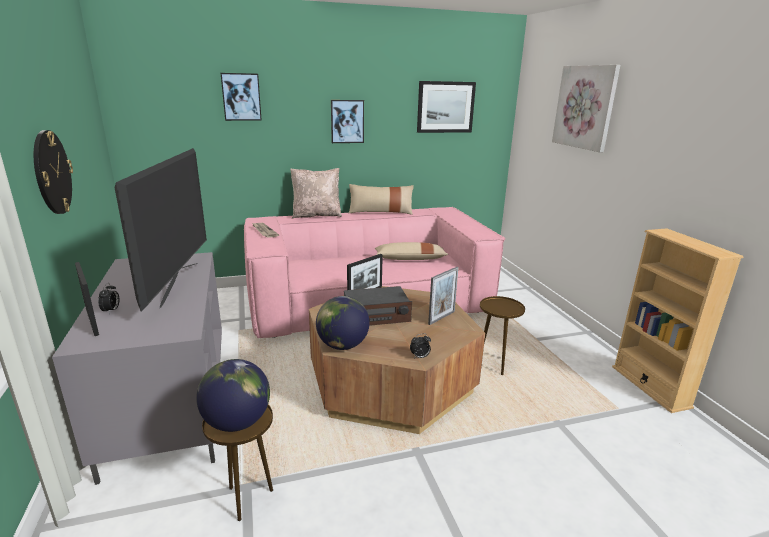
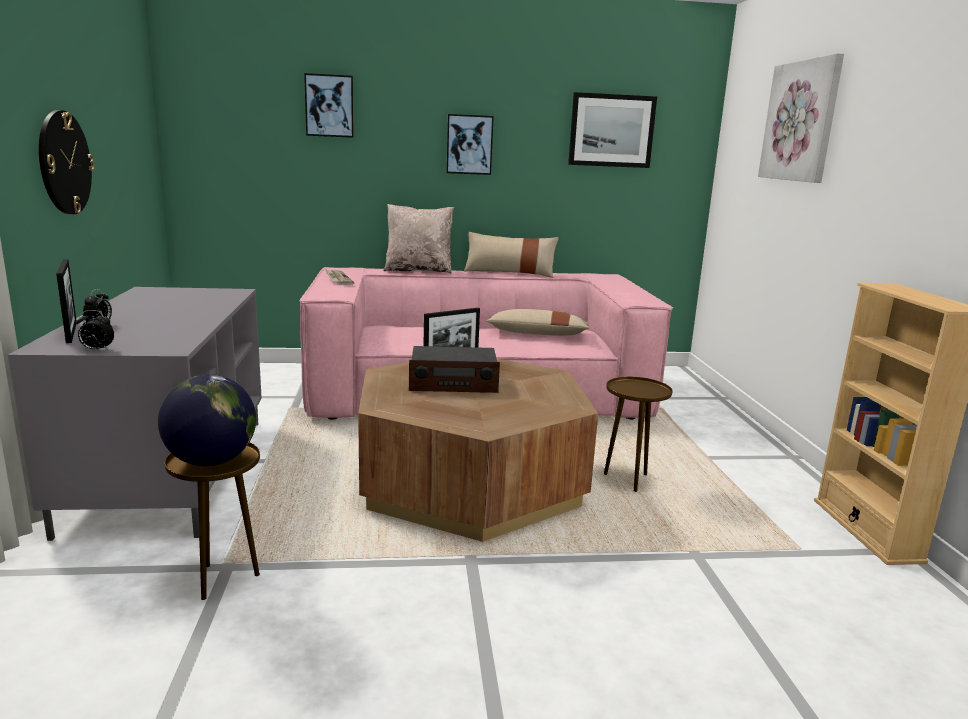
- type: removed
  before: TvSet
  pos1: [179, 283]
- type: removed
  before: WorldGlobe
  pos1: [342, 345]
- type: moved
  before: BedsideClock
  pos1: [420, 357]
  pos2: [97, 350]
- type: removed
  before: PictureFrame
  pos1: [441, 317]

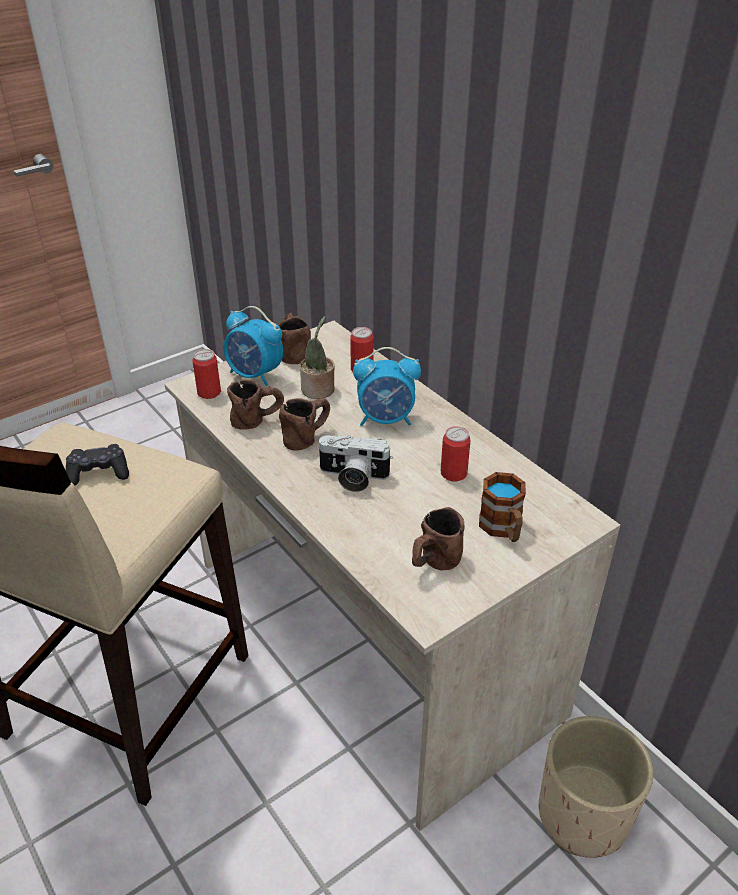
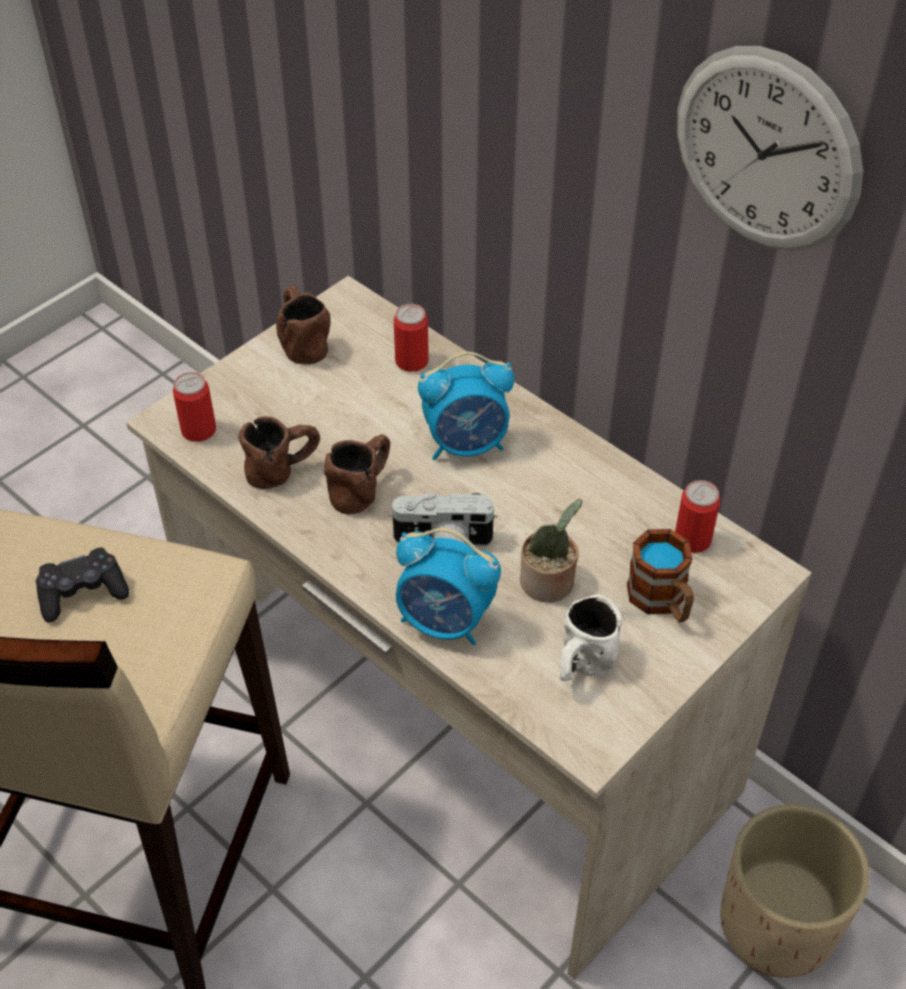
- type: moved
  before: BedsideClock
  pos1: [255, 375]
  pos2: [445, 621]
- type: moved
  before: PottedPlant
  pos1: [319, 391]
  pos2: [549, 583]
- type: recoloured
  before: BrownMug
  after: WhiteMug
  pos1: [433, 563]
  pos2: [582, 667]
- type: moved
  before: Can
  pos1: [453, 473]
  pos2: [692, 539]
- type: added
  after: HangingClock
  pos2: [766, 151]

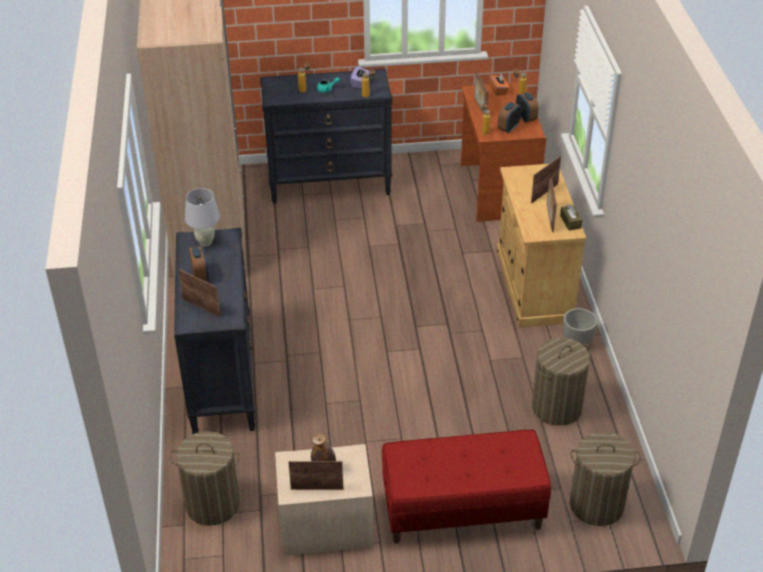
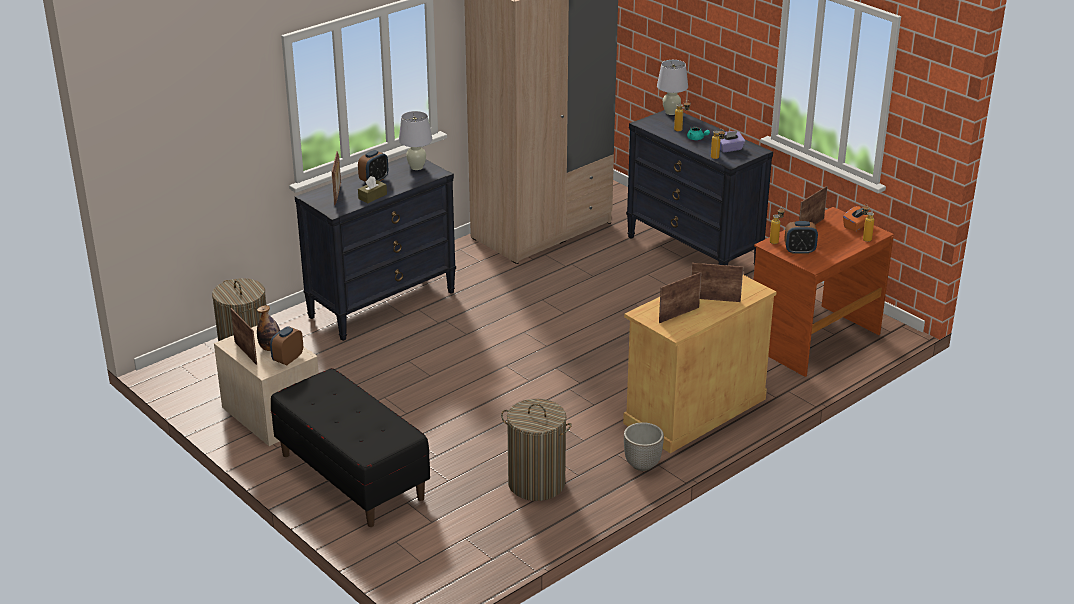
- type: recoloured
  before: RedColouredLongSeat
  after: BlackishLongSeat
  pos1: [462, 511]
  pos2: [351, 476]
- type: moved
  before: BedsideClock
  pos1: [525, 118]
  pos2: [288, 359]
- type: moved
  before: BrownTissueHolder
  pos1: [570, 222]
  pos2: [372, 196]
- type: removed
  before: WashingBasket
  pos1: [596, 505]
- type: added
  after: WhiteTabletopLamp
  pos2: [671, 112]

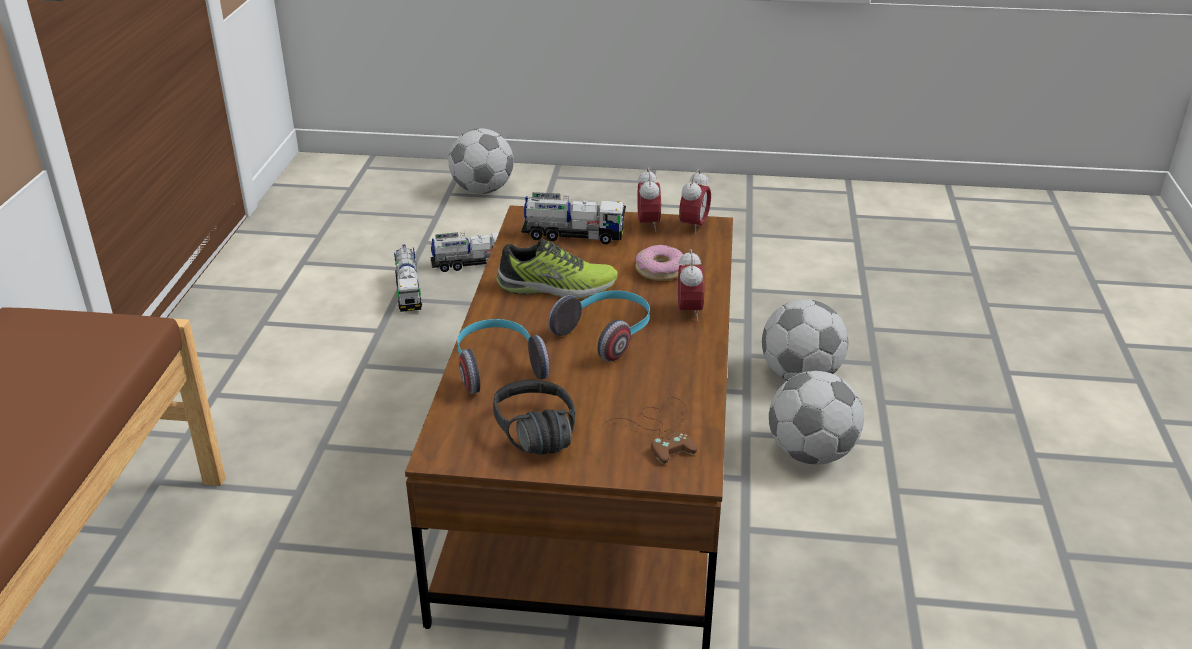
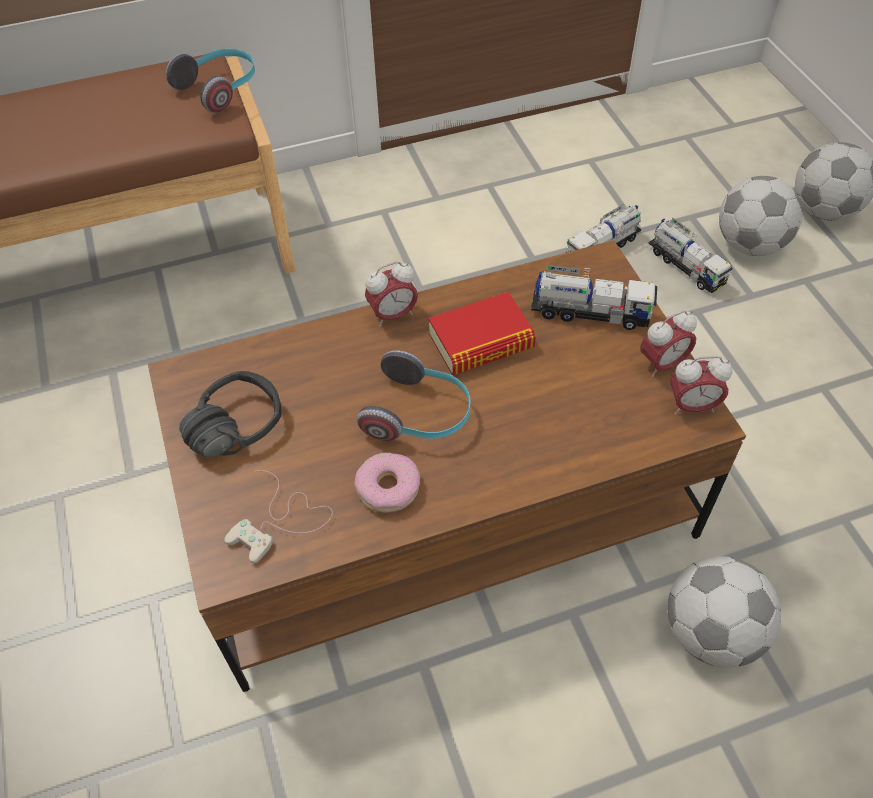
- type: moved
  before: PairOfHeadphones
  pos1: [498, 367]
  pos2: [220, 89]
- type: replaced
  before: LowShoe
  after: BoundBook
  pos1: [556, 287]
  pos2: [481, 341]
- type: turned
  before: ToyLorry
  pos1: [573, 235]
  pos2: [590, 313]
  turn: -60
- type: recoloured
  before: BrownGamepad
  after: WhiteGamepad
  pos1: [661, 430]
  pos2: [280, 521]
- type: moved
  before: Doughnut
  pos1: [659, 270]
  pos2: [388, 487]
- type: moved
  before: BedsideClock
  pos1: [689, 312]
  pos2: [393, 315]
- type: moved
  before: Football
  pos1: [811, 453]
  pos2: [750, 245]

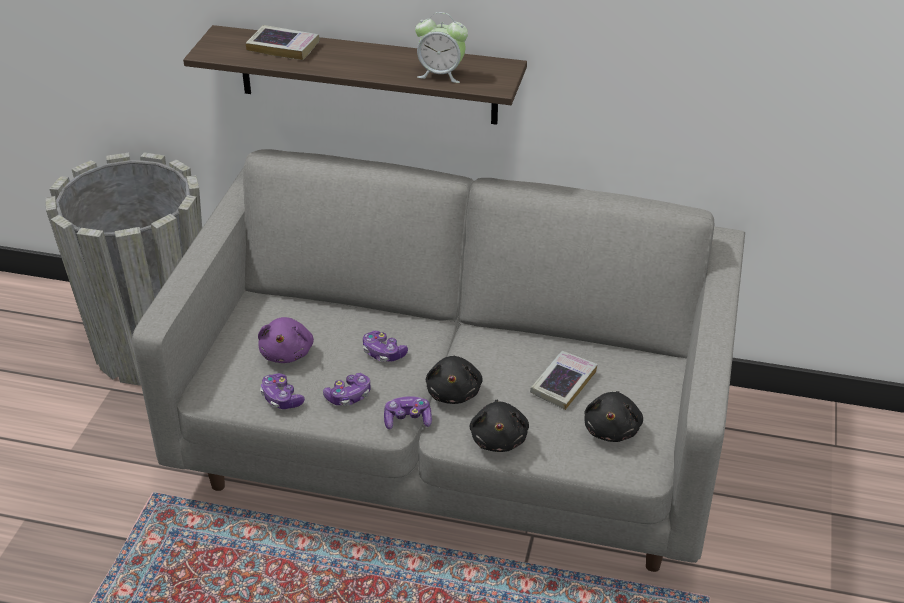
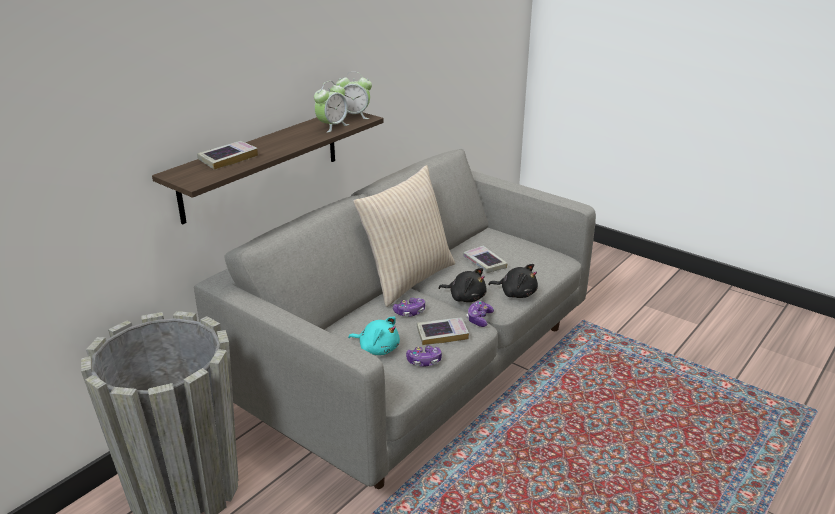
- type: recoloured
  before: PurplePlushToy
  after: TurquoiseColouredPlushToy
  pos1: [287, 352]
  pos2: [377, 348]
- type: replaced
  before: Gamepad
  after: BoundBook
  pos1: [349, 396]
  pos2: [442, 334]
- type: removed
  before: BlackishPlushToy
  pos1: [612, 429]
- type: added
  after: BedsideClock
  pos2: [355, 116]
- type: added
  after: SandColouredPillow
  pos2: [407, 278]

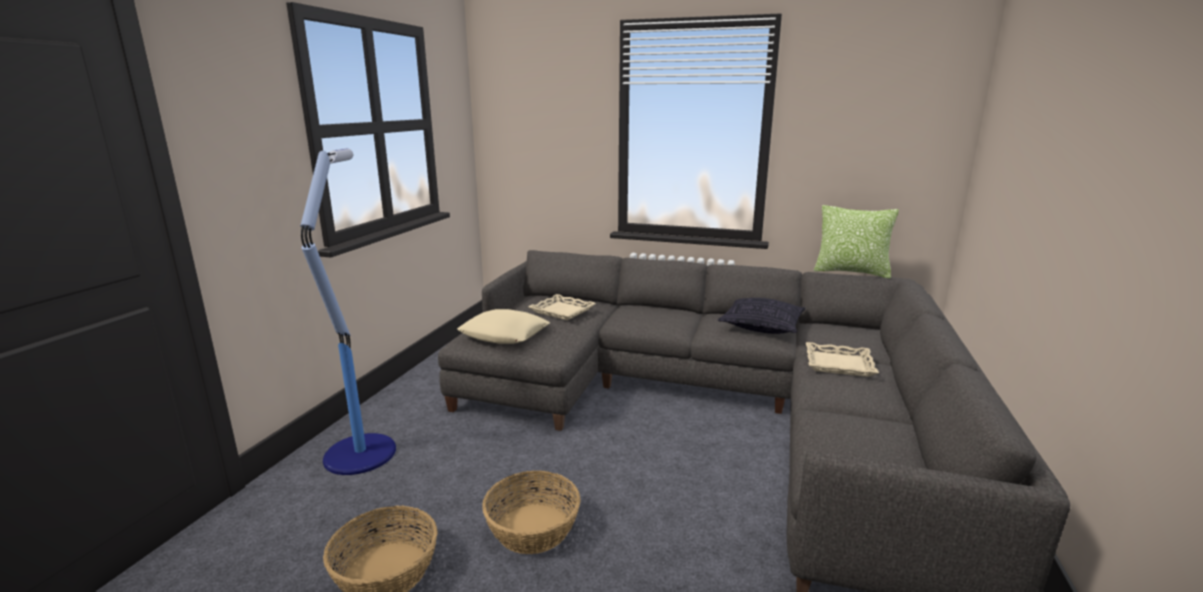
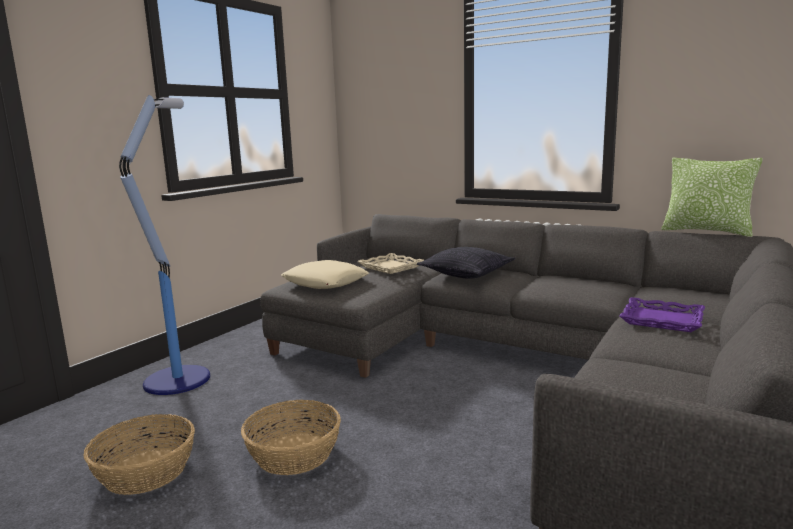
- type: moved
  before: Pillow
  pos1: [762, 326]
  pos2: [466, 274]
- type: recoloured
  before: SandColouredTray
  after: PurpleTray
  pos1: [839, 364]
  pos2: [662, 320]

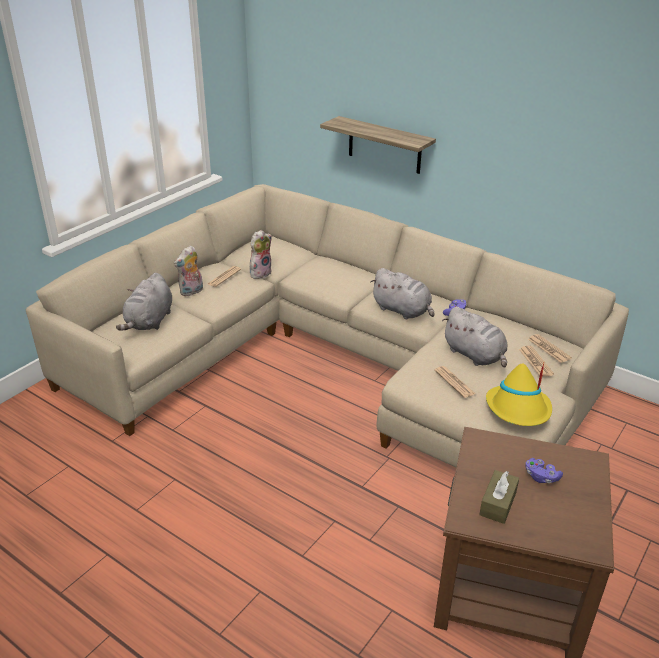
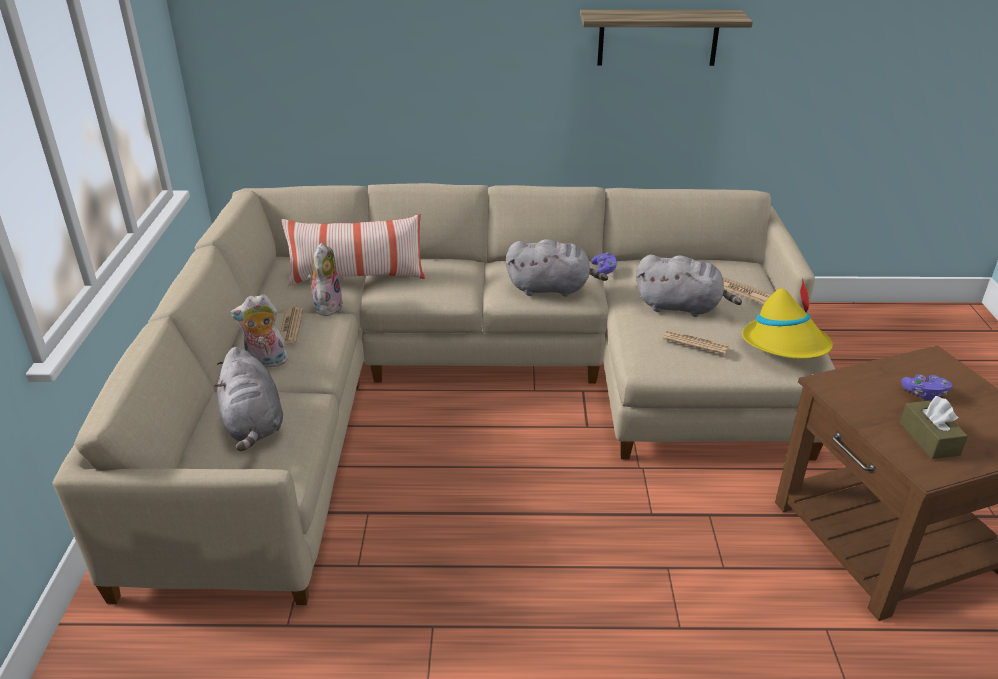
- type: turned
  before: PlushToy
  pos1: [191, 292]
  pos2: [266, 362]
  turn: 75
- type: moved
  before: WallShelf
  pos1: [384, 145]
  pos2: [658, 37]
- type: removed
  before: PrintedPaper
  pos1: [549, 349]
- type: added
  after: Pillow
  pos2: [357, 277]

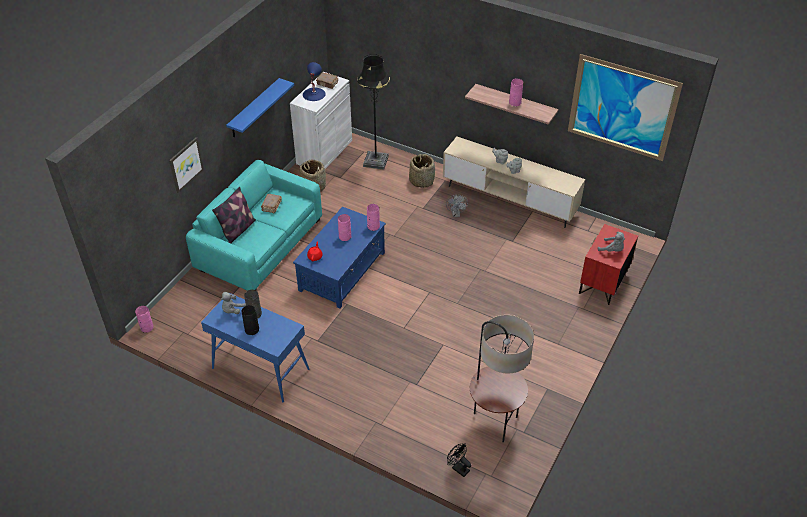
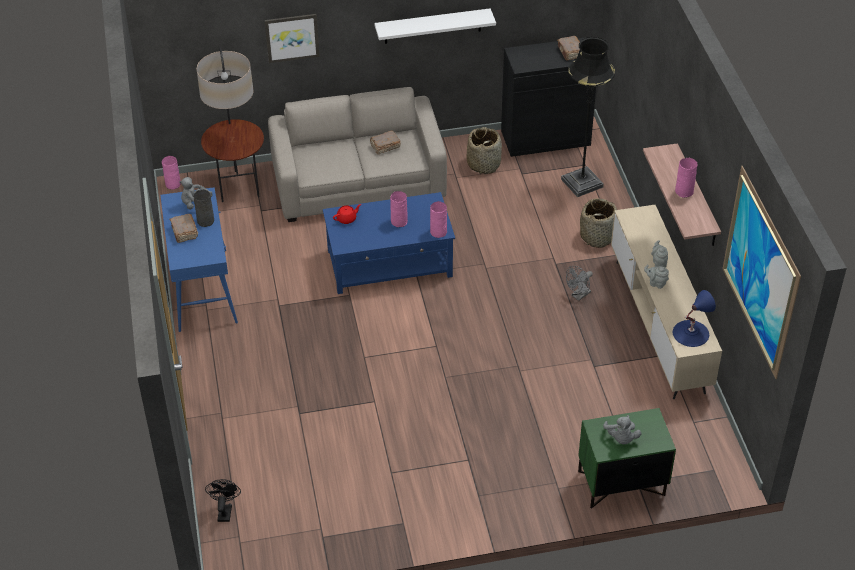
- type: recoloured
  before: TurquoiseColouredCouch
  after: SandColouredCouch
  pos1: [259, 243]
  pos2: [358, 182]
- type: removed
  before: Pillow
  pos1: [238, 230]
- type: recoloured
  before: BlueWallShelf
  after: WhiteWallShelf
  pos1: [254, 108]
  pos2: [432, 26]
- type: replaced
  before: BlackishDecorativeVase
  after: BrownBoundBook
  pos1: [252, 330]
  pos2: [184, 232]
- type: recoloured
  before: WhiteCupboard
  after: BlackishCupboard
  pos1: [324, 152]
  pos2: [545, 138]
- type: moved
  before: BlueTabletopLamp
  pos1: [314, 94]
  pos2: [690, 333]
- type: moved
  before: FloorLamp
  pos1: [494, 422]
  pos2: [238, 187]
- type: recoloured
  before: RedColouredNightstand
  after: GreenishNightstand
  pos1: [603, 283]
  pos2: [621, 484]

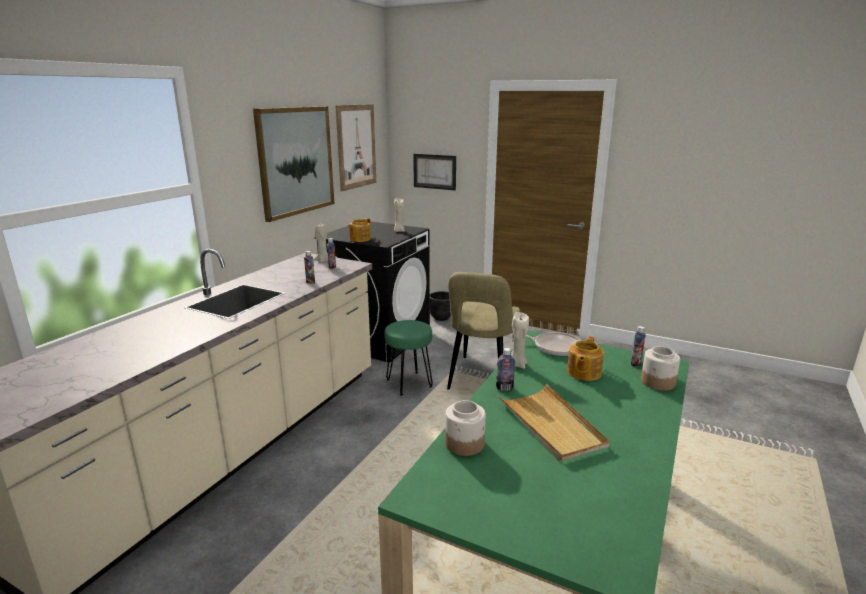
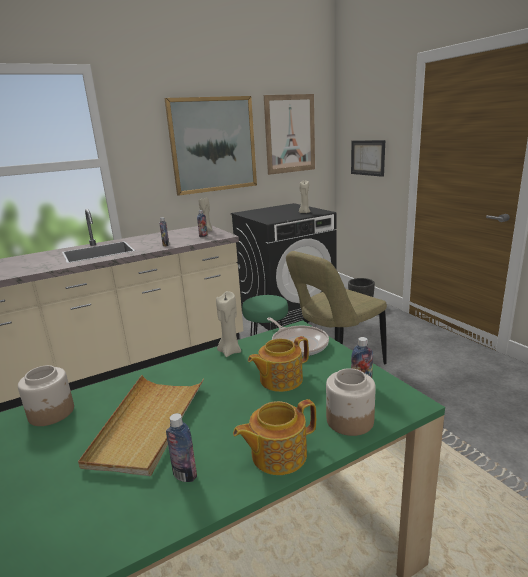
- type: moved
  before: Teapot
  pos1: [359, 239]
  pos2: [277, 454]
- type: moved
  before: DrinkBottle
  pos1: [504, 388]
  pos2: [185, 475]

